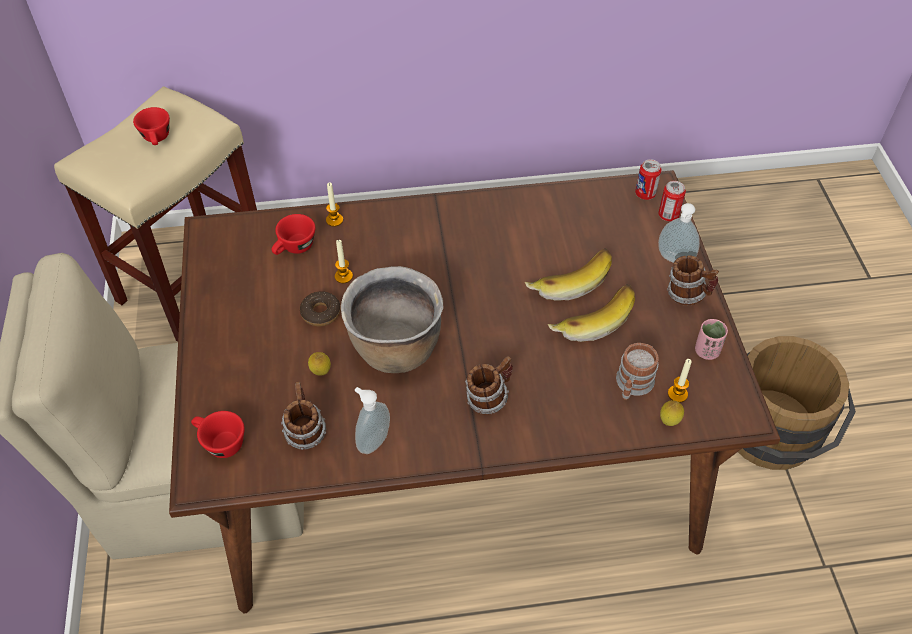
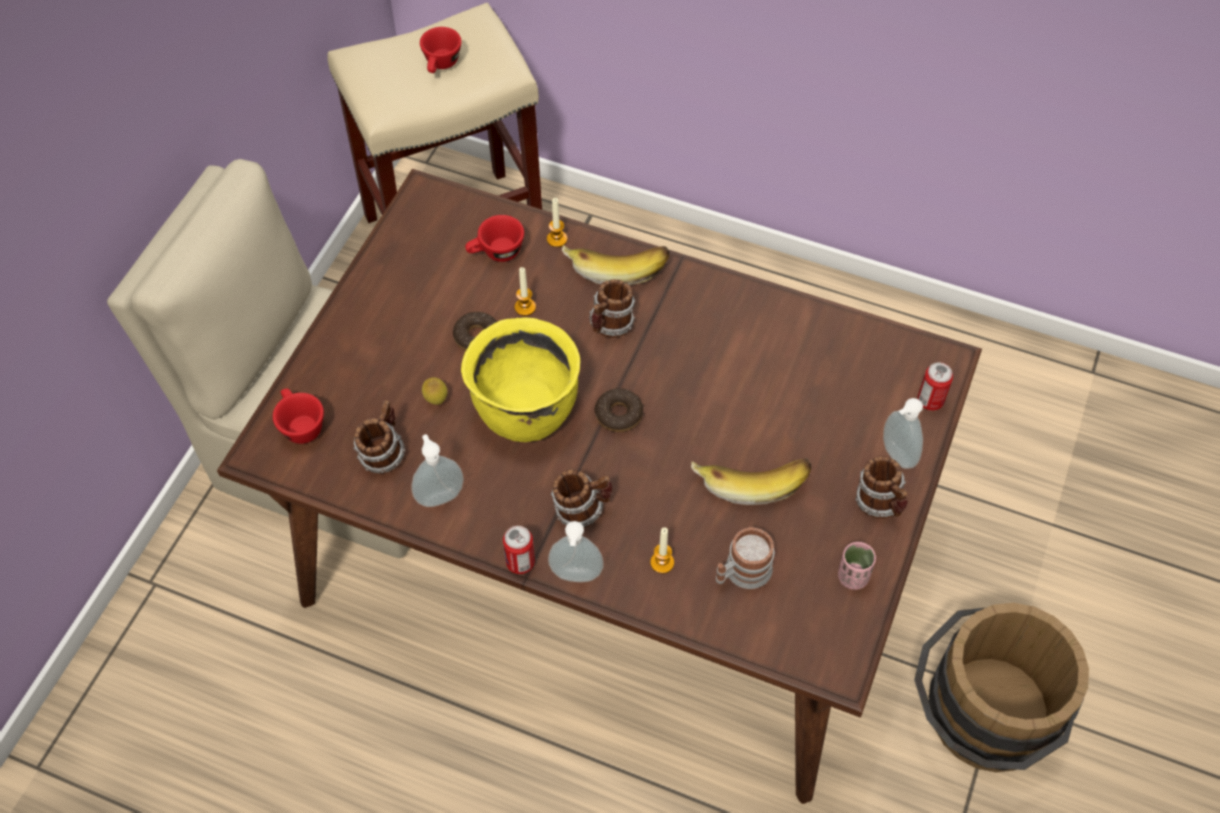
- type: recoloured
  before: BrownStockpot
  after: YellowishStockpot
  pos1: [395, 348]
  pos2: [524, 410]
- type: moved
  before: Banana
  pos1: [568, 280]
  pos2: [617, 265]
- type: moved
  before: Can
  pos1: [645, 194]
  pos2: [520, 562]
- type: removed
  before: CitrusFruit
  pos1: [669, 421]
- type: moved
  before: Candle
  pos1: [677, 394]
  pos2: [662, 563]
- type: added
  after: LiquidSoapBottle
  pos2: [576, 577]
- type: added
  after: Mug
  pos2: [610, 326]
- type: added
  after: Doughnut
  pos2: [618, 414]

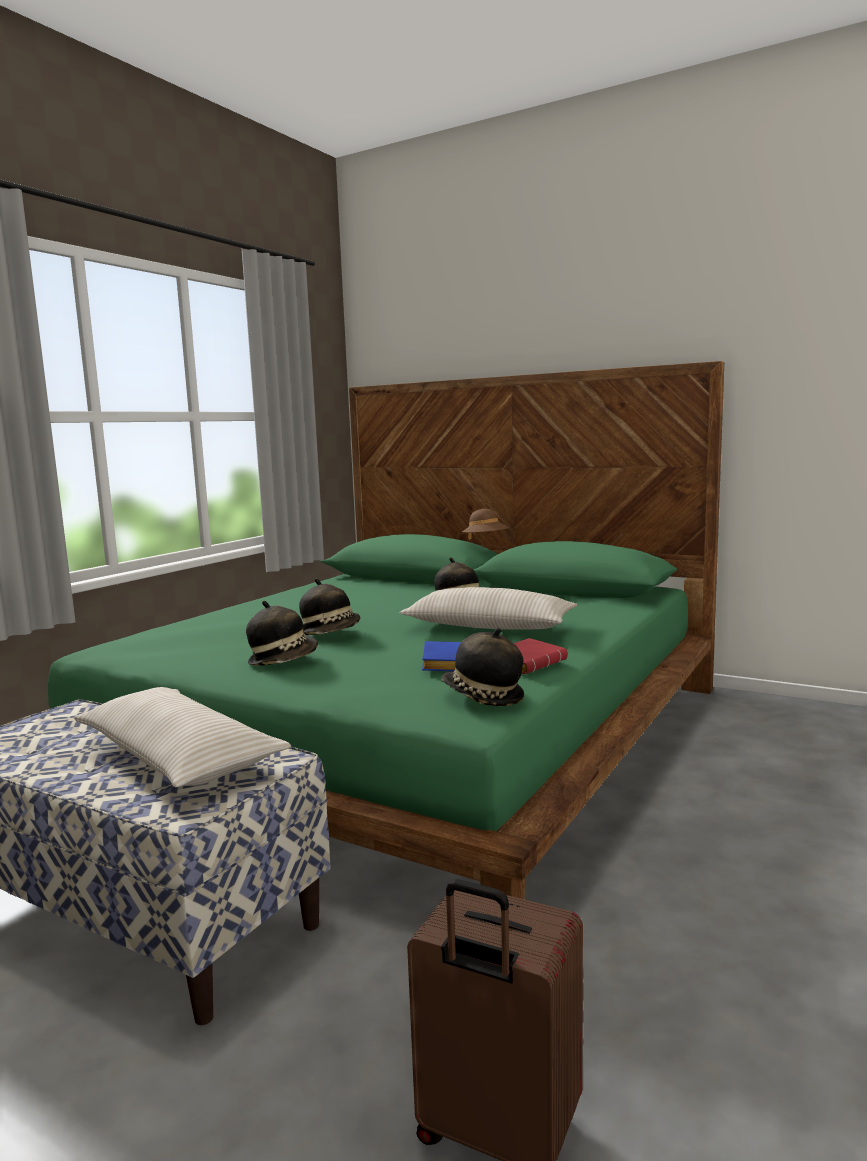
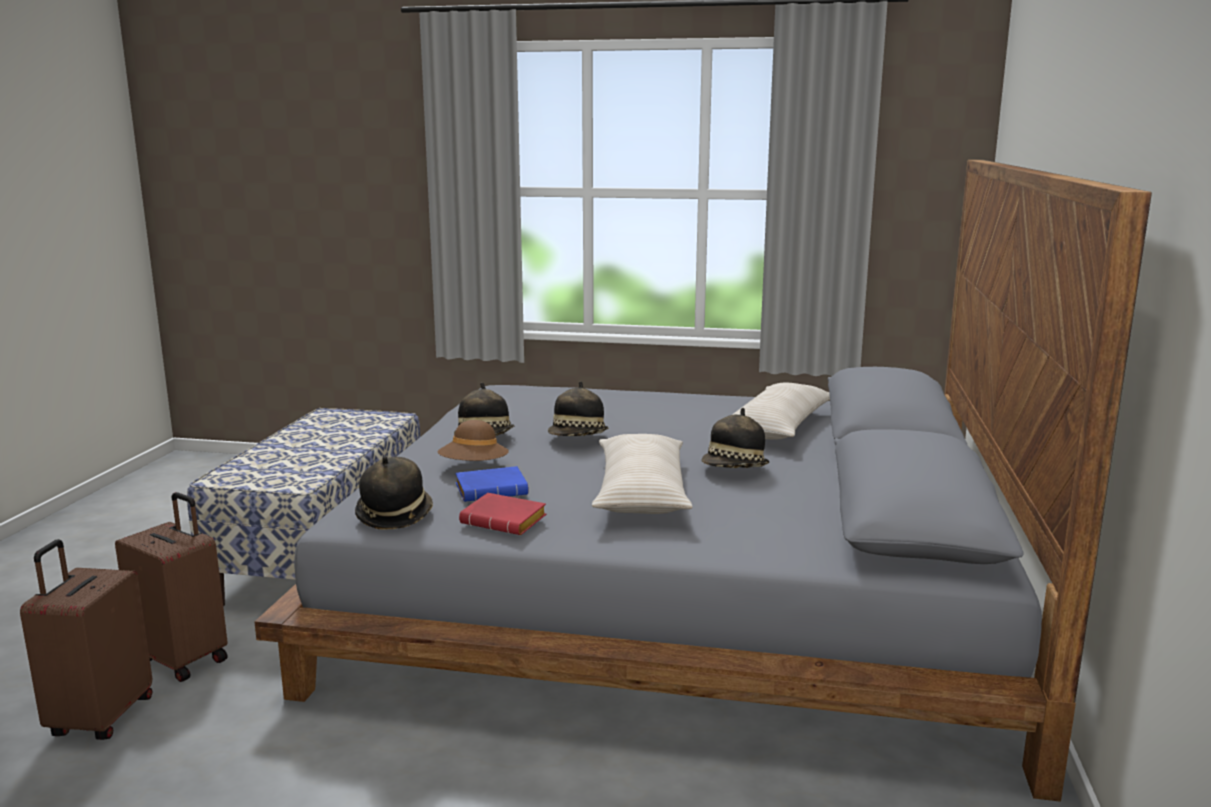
- type: recoloured
  before: GreenishBed
  after: GreyBed
  pos1: [412, 734]
  pos2: [676, 587]
- type: moved
  before: SandColouredPillow
  pos1: [178, 757]
  pos2: [778, 427]
- type: moved
  before: BrownClothingHat
  pos1: [486, 541]
  pos2: [474, 468]
- type: added
  after: BrownSuitcase
  pos2: [184, 659]

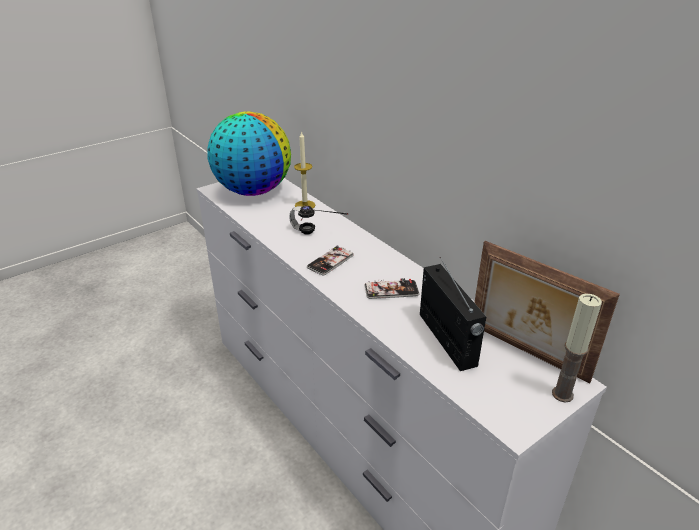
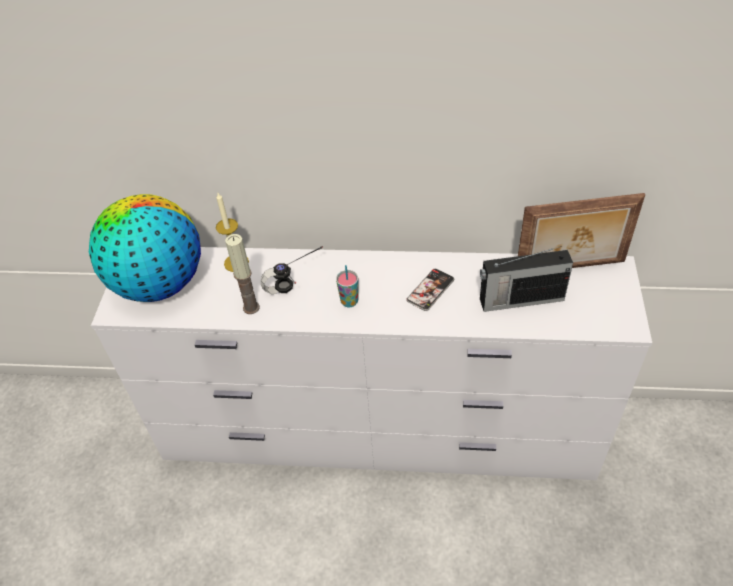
- type: replaced
  before: Handset
  after: Cup
  pos1: [330, 261]
  pos2: [349, 302]
- type: turned
  before: Radio
  pos1: [447, 340]
  pos2: [519, 299]
  turn: 150
- type: moved
  before: Candle
  pos1: [562, 394]
  pos2: [251, 307]

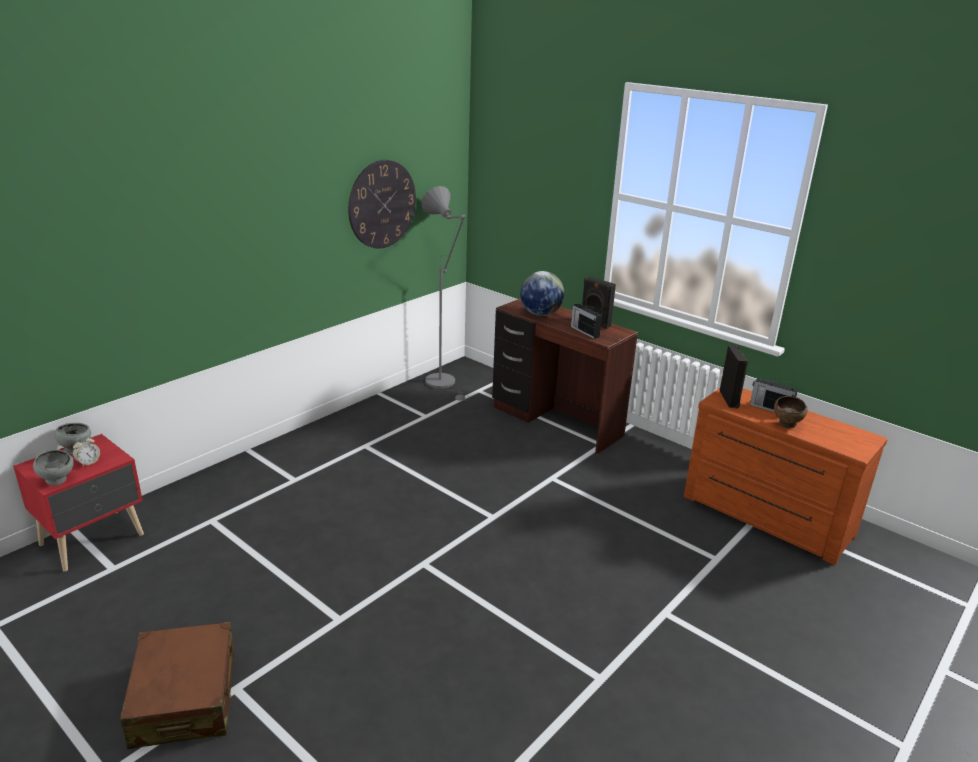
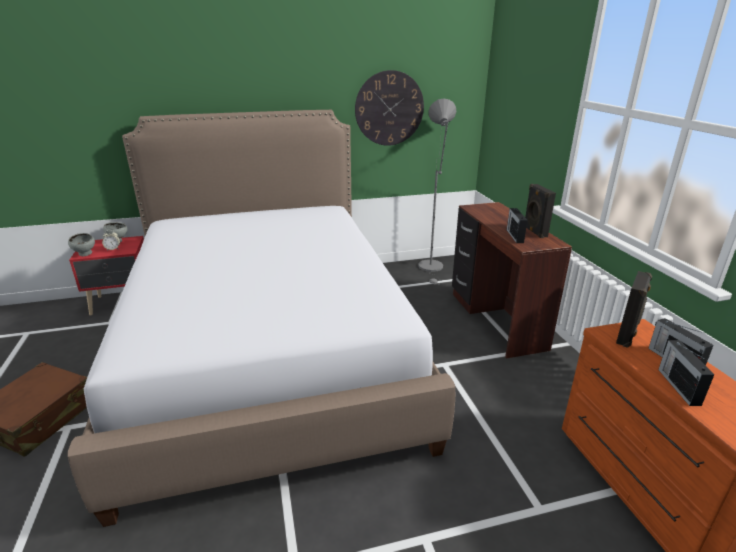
- type: removed
  before: WorldGlobe
  pos1: [540, 314]
- type: replaced
  before: BrownBowl
  after: Radio
  pos1: [787, 425]
  pos2: [678, 386]
- type: added
  after: Bed
  pos2: [269, 352]

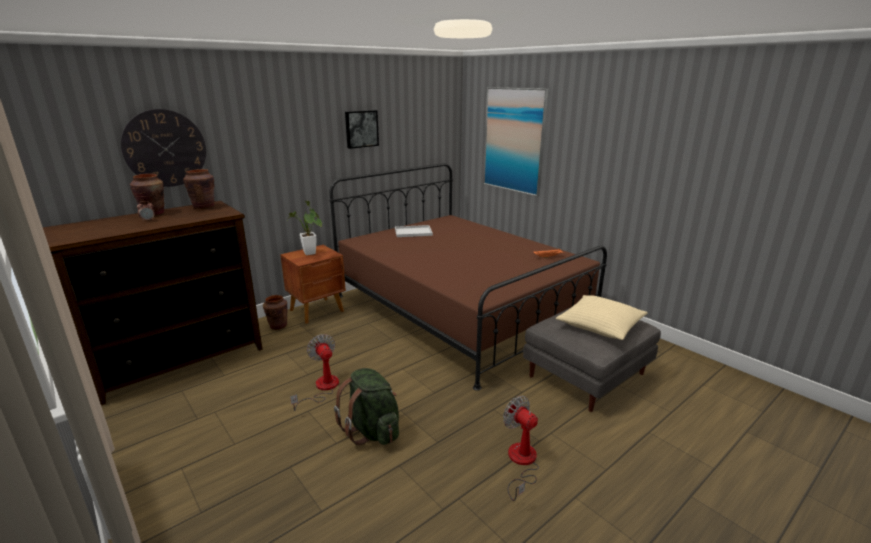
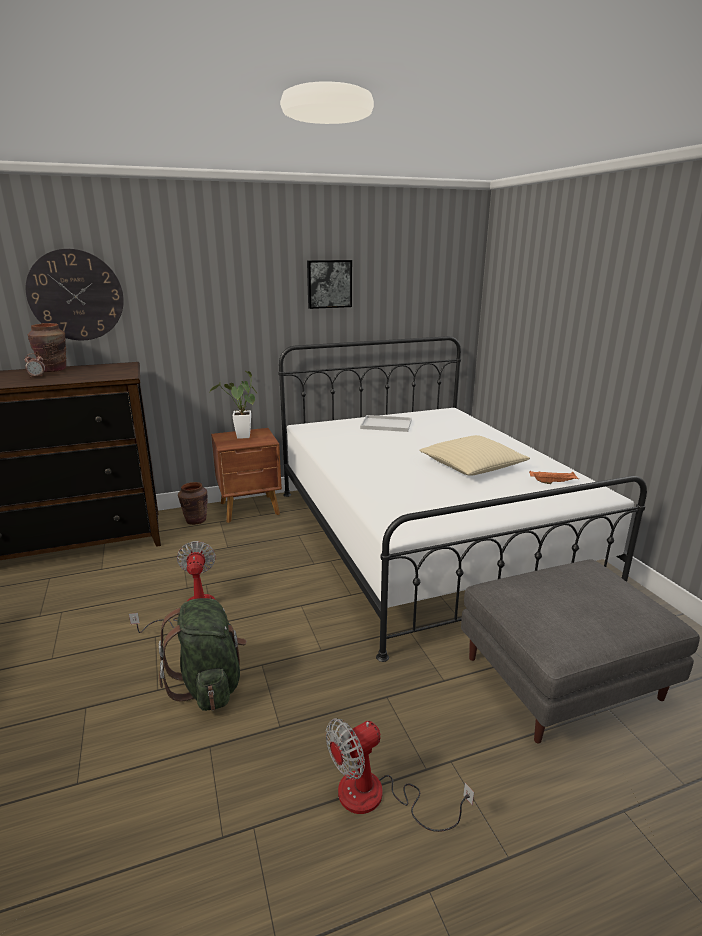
- type: removed
  before: BrownDecorativeVase
  pos1: [204, 207]
- type: recoloured
  before: BrownBed
  after: WhiteBed
  pos1: [460, 309]
  pos2: [426, 537]
- type: removed
  before: WallArt
  pos1: [514, 140]
- type: turned
  before: ElectricFan
  pos1: [521, 462]
  pos2: [377, 798]
  turn: -105
- type: moved
  before: SandColouredPillow
  pos1: [600, 325]
  pos2: [472, 465]

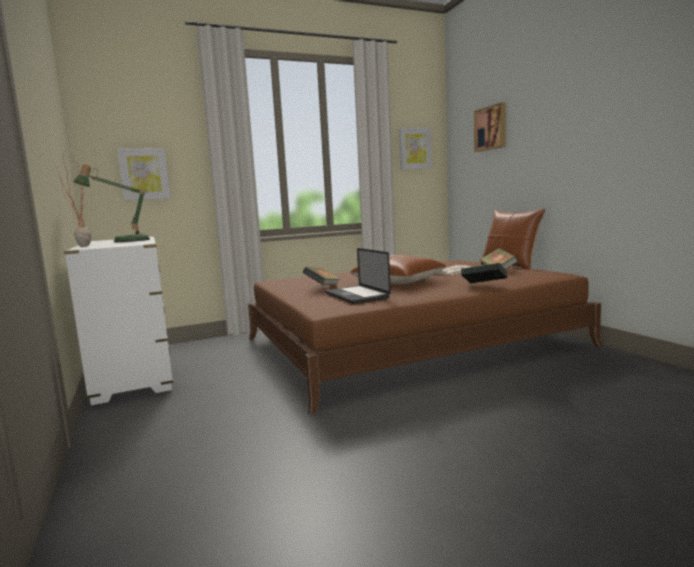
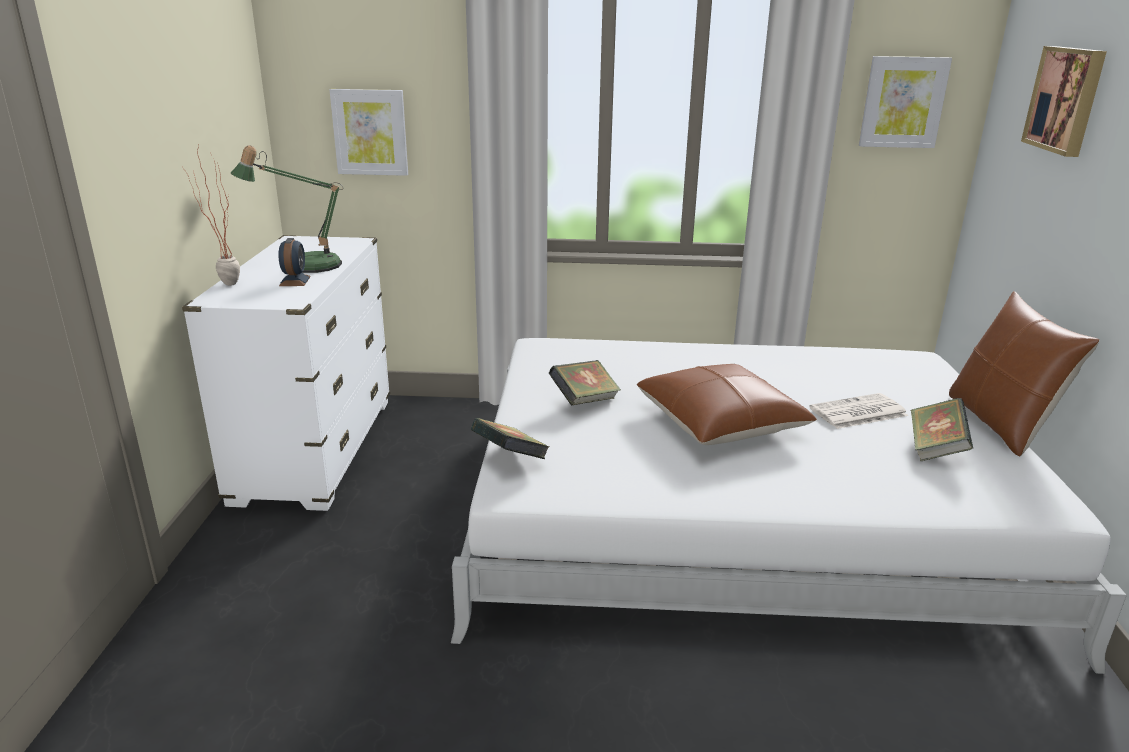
- type: recoloured
  before: BrownBed
  after: WhiteBed
  pos1: [408, 342]
  pos2: [737, 517]
- type: removed
  before: PortableComputer
  pos1: [356, 296]
- type: moved
  before: BoundBook
  pos1: [484, 286]
  pos2: [509, 459]
- type: added
  after: BedsideClock
  pos2: [295, 281]

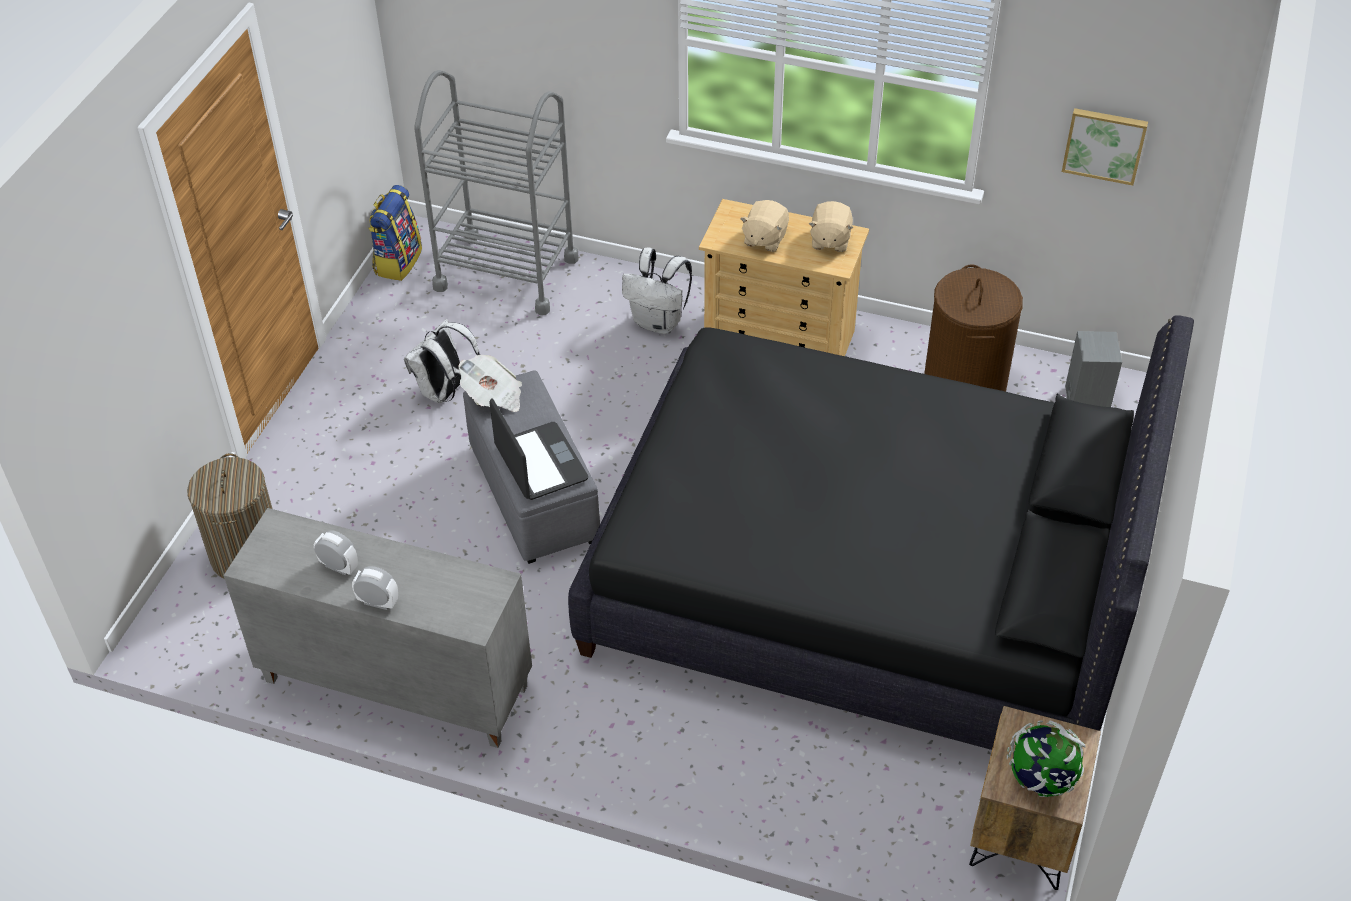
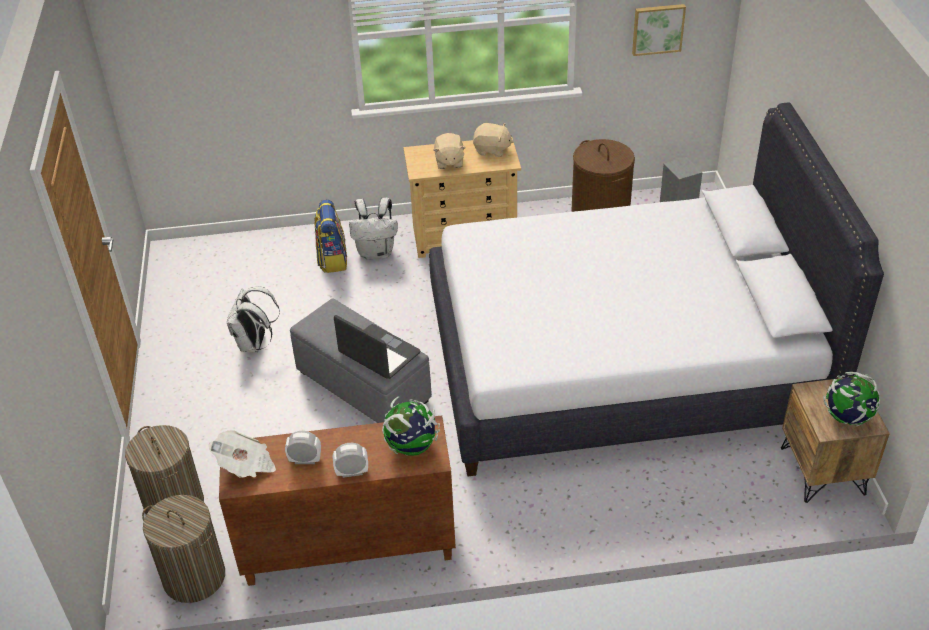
- type: recoloured
  before: GreyCupboard
  after: BrownCupboard
  pos1: [394, 684]
  pos2: [347, 548]
- type: moved
  before: Rucksack
  pos1: [397, 261]
  pos2: [332, 259]
- type: removed
  before: GreyWheeledCart
  pos1: [506, 273]
- type: moved
  before: PrintedPaper
  pos1: [493, 396]
  pos2: [246, 466]
- type: recoloured
  before: BlackishBed
  after: WhiteBed
  pos1: [865, 584]
  pos2: [622, 362]
- type: turned
  before: SandColouredPlushToy
  pos1: [829, 240]
  pos2: [492, 150]
  turn: -60
- type: added
  after: WashingBasket
  pos2: [194, 577]
- type: added
  after: WorldGlobe
  pos2: [412, 447]

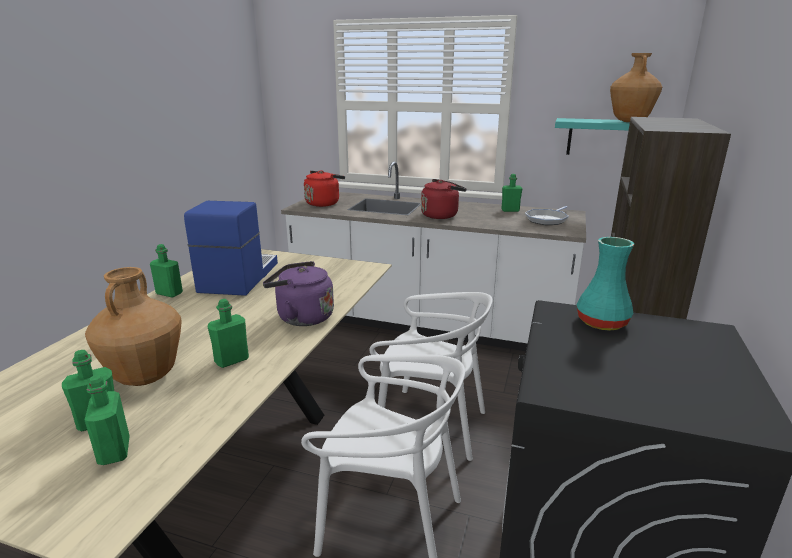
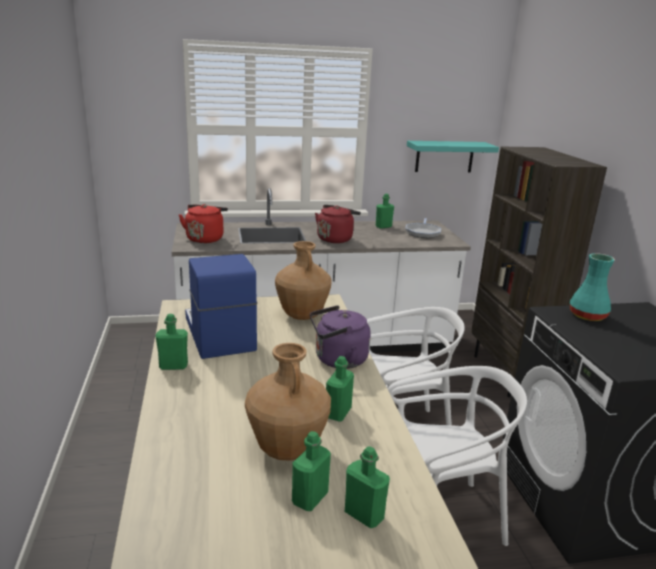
- type: moved
  before: BrownDecorativeVase
  pos1: [630, 121]
  pos2: [302, 315]

